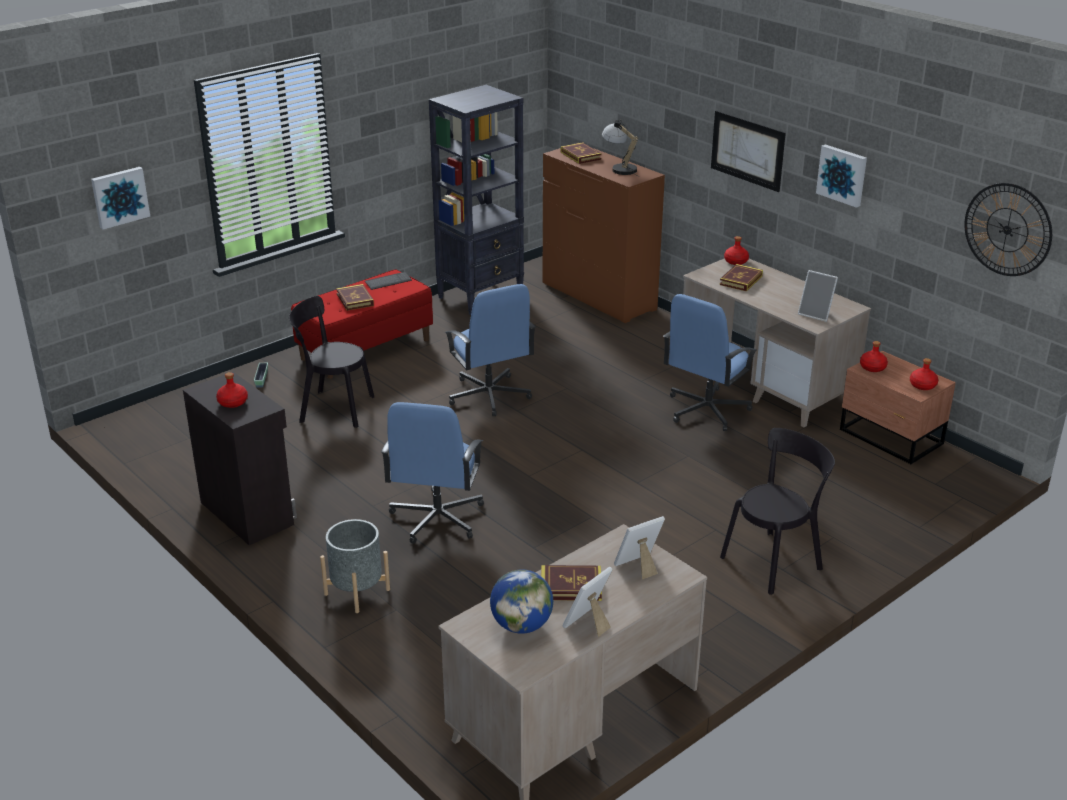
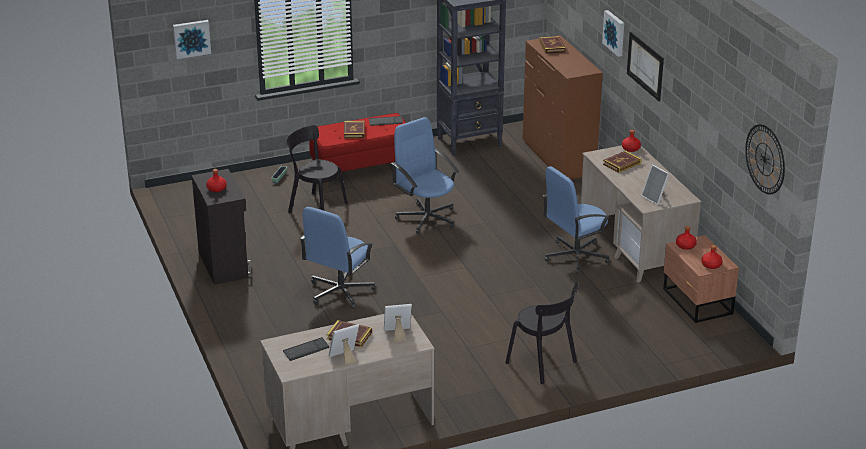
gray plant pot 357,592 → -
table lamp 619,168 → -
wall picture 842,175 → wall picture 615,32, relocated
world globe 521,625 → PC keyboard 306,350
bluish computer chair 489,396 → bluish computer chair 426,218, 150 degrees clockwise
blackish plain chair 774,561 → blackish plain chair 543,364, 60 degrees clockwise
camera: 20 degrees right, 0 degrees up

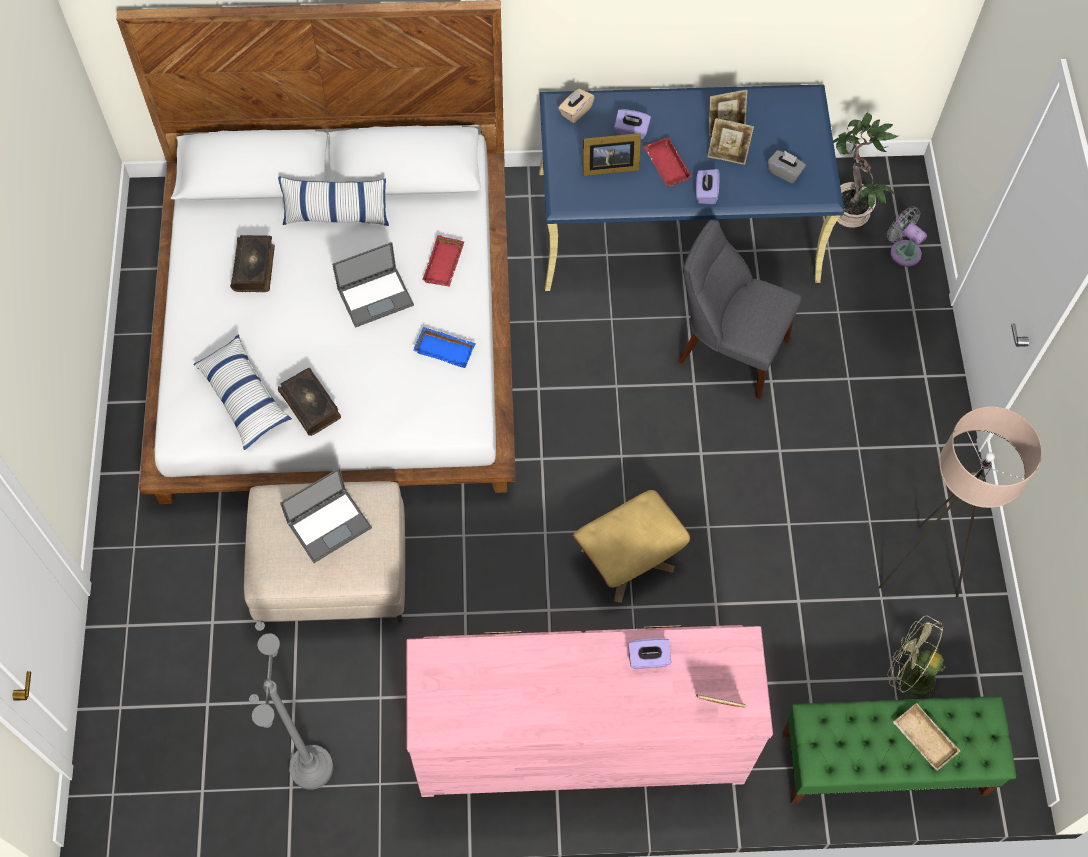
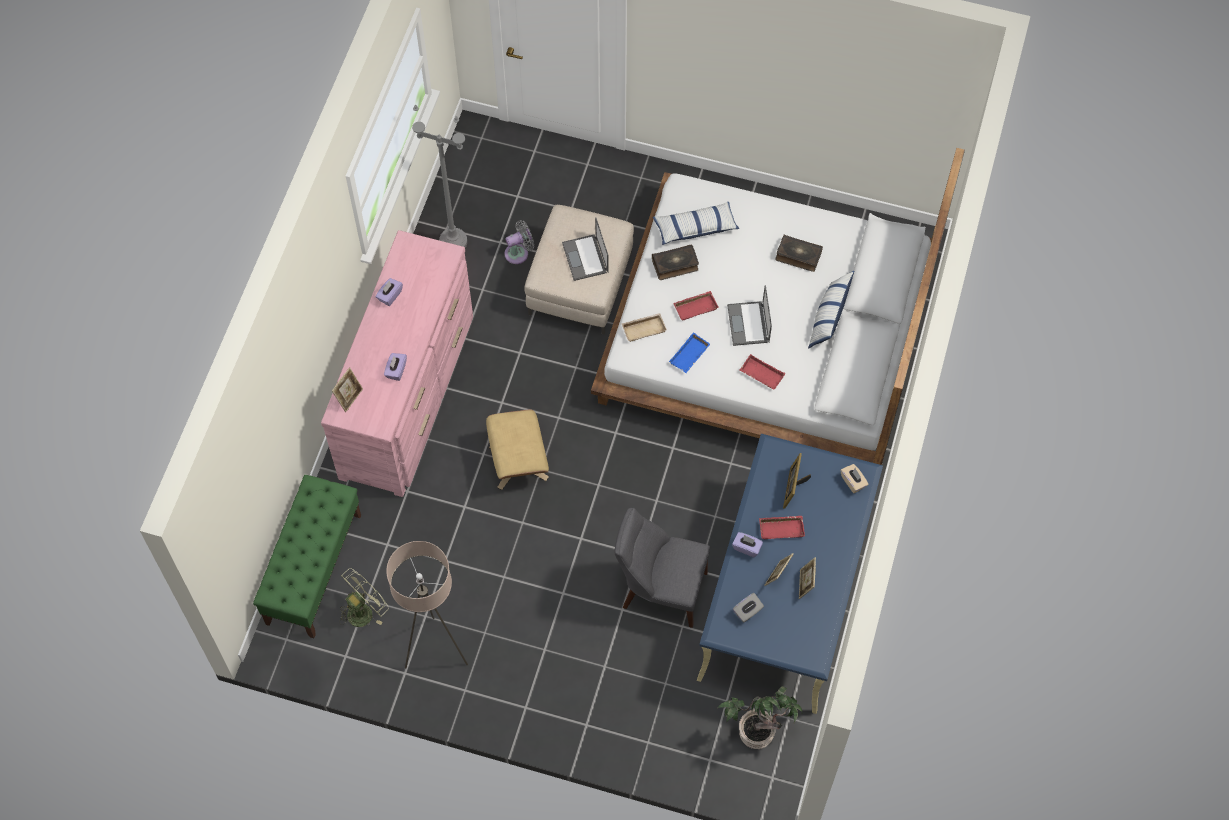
- → reddish serving tray 695,306
purplish box of tissues 631,131 → purplish box of tissues 390,296, relocated
gray cooling fan 902,251 → gray cooling fan 519,253, relocated
beige serving tray 922,739 → beige serving tray 644,328, relocated
gray plain chair 728,349 → gray plain chair 660,589, 120 degrees counterclockwise
camera: 110 degrees right, 0 degrees up

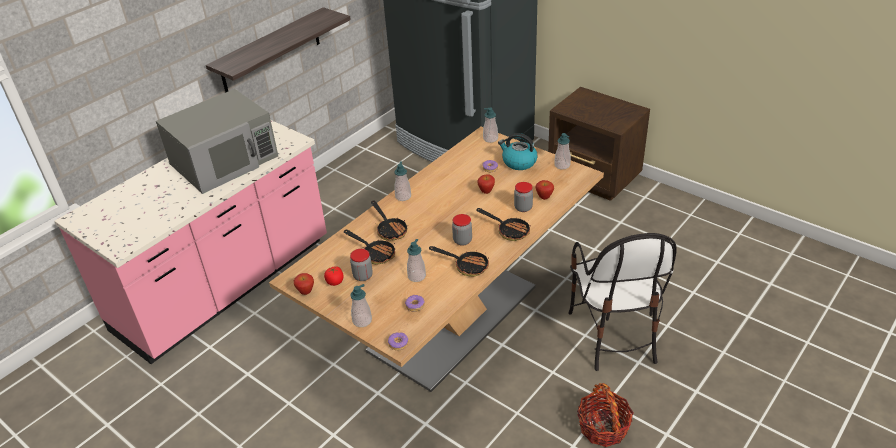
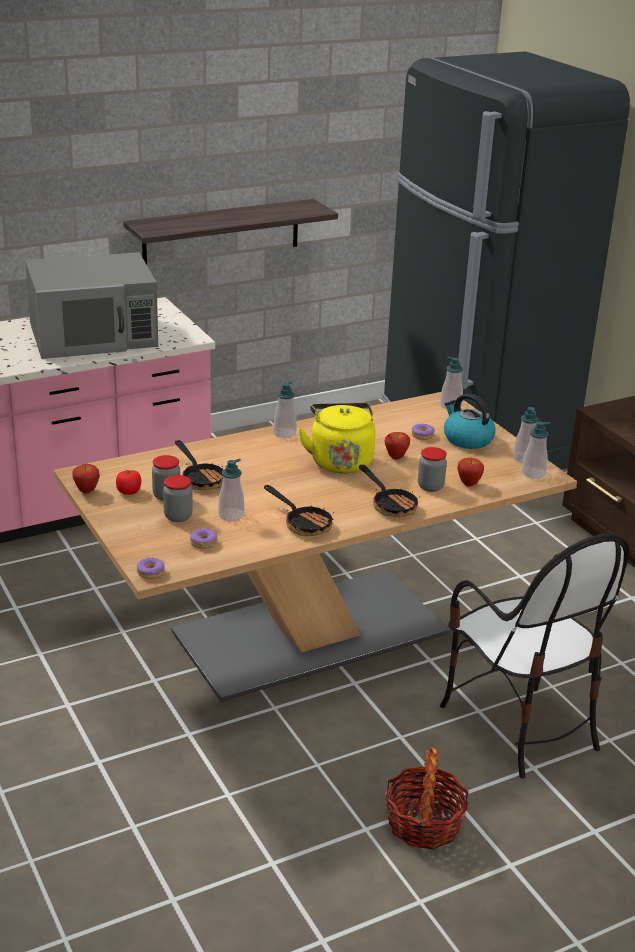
frying pan 390,229 → -
- → yellow-coloured tea kettle 340,460
liquid soap bottle 362,321 → liquid soap bottle 533,473, relocated
storage jar 462,241 → storage jar 178,516, relocated
plain chair 613,335 → plain chair 519,724, 45 degrees counterclockwise
camera: 20 degrees right, 10 degrees down

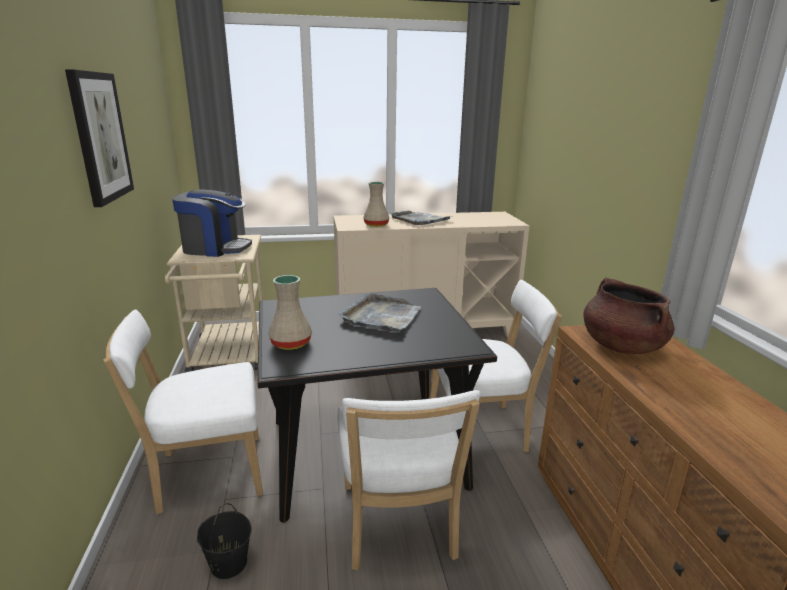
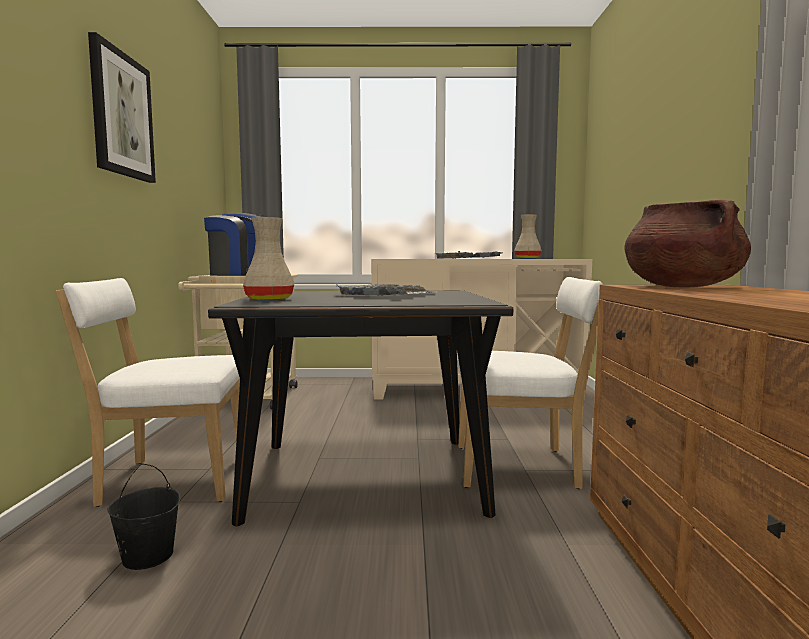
white-coloured plain chair 398,526 → -
beige flower vase 376,225 → beige flower vase 527,258, relocated
camera: 10 degrees right, 15 degrees down

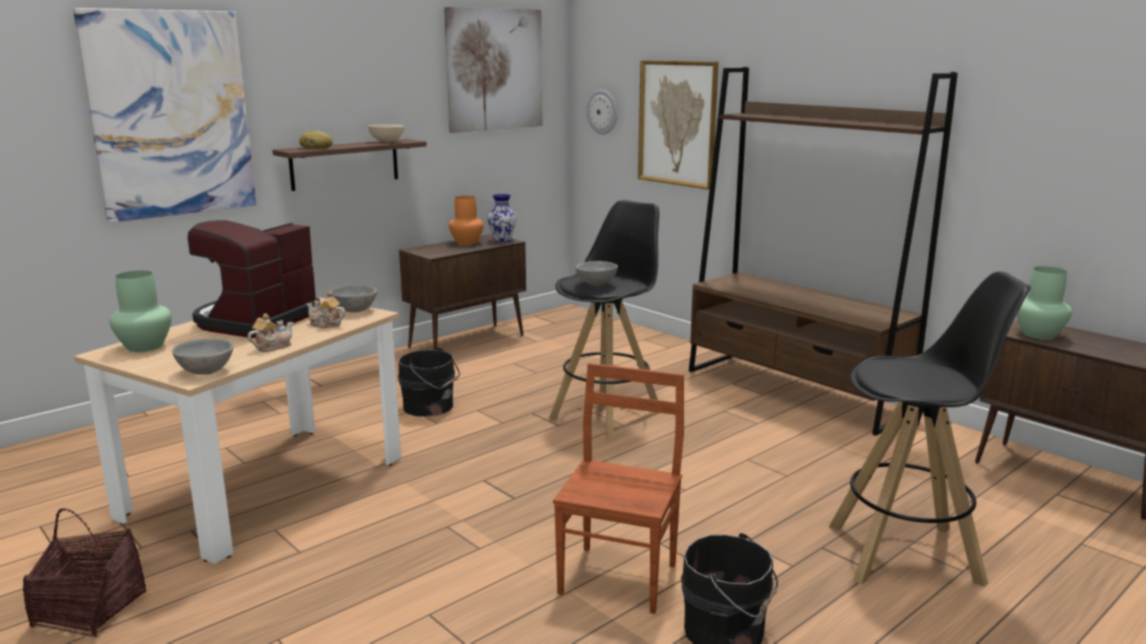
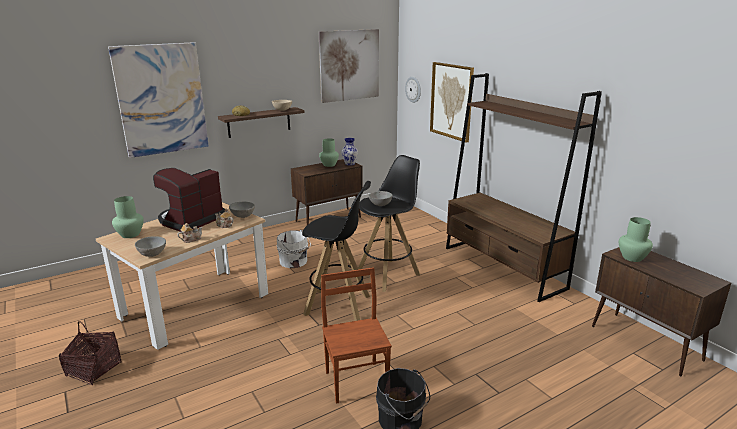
blackish stool 906,554 → blackish stool 338,305, relocated
blackish bucket 430,407 → white-coloured bucket 294,262
orange-coloured flower vase 467,243 → greenish flower vase 329,165
brownish plain chair 620,578 → brownish plain chair 357,381, 45 degrees counterclockwise
camera: 10 degrees right, 5 degrees up

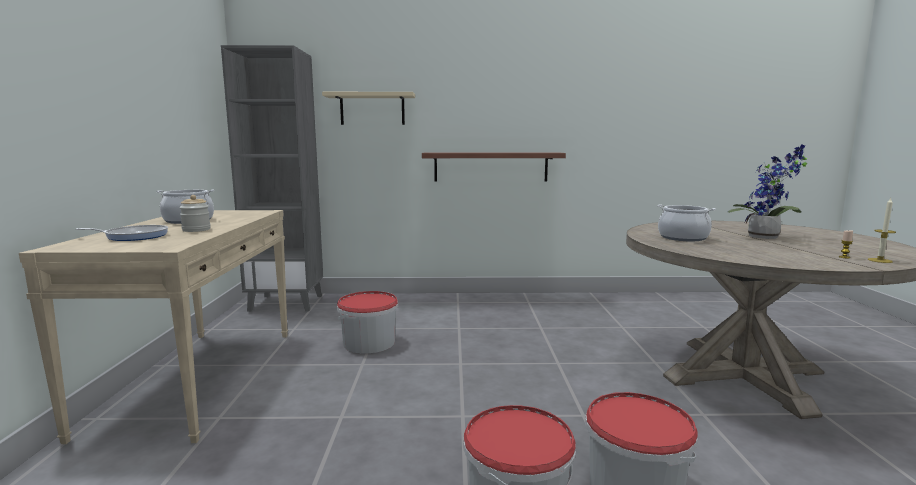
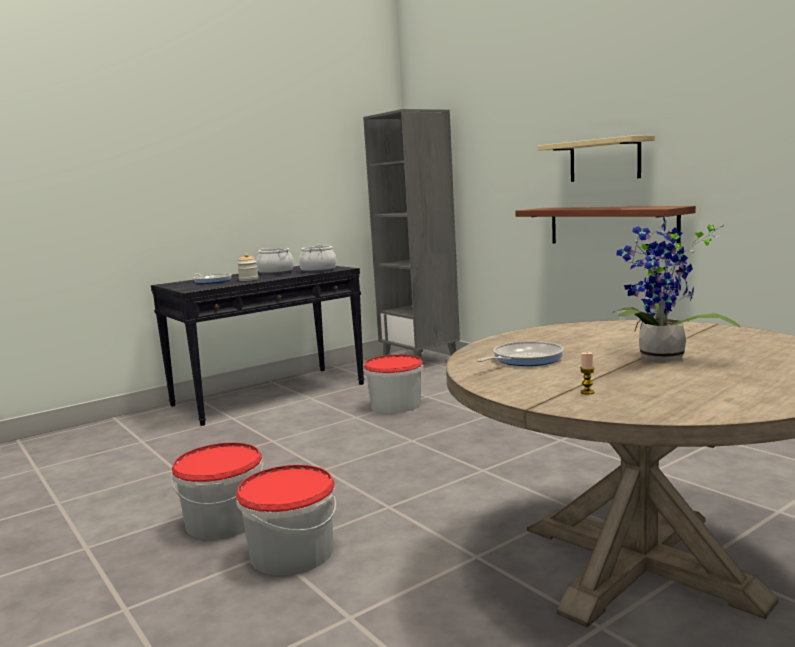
wax light 880,260 → -
- → frying pan 524,359
beige shelf 372,109 → beige shelf 604,160, relocated
cooking pot 683,238 → cooking pot 318,270, relocated
beige hall table 198,377 → blackish hall table 270,394
camera: 55 degrees right, 0 degrees up

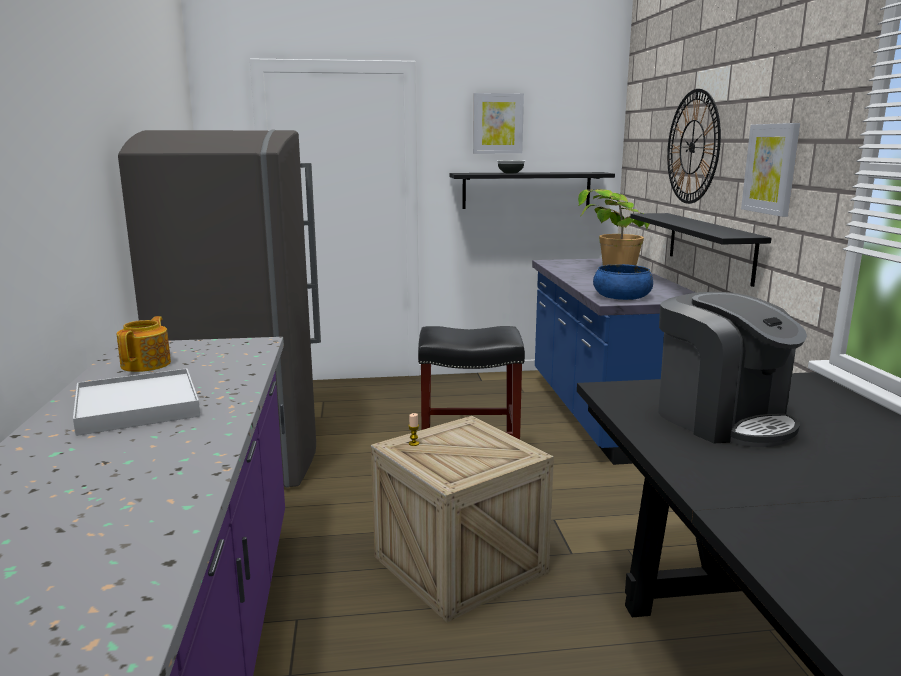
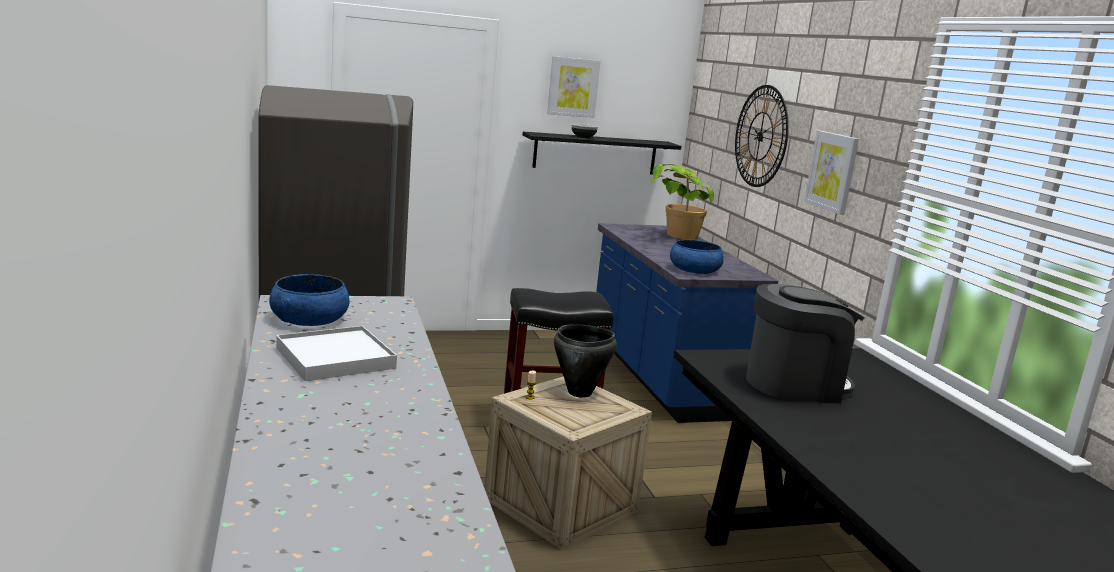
blackish shelf 710,246 → -
- → blackish cooking pot 580,393
tea pot 147,364 → bluish deep dish 309,318
coffee brewer 722,419 → coffee brewer 795,384, 60 degrees counterclockwise
camera: 10 degrees left, 0 degrees up

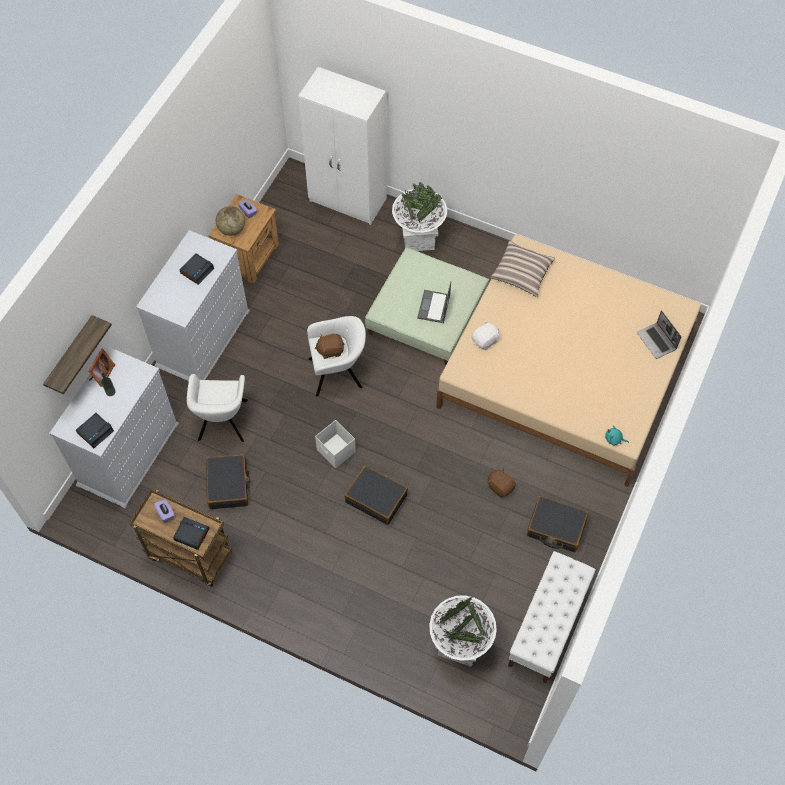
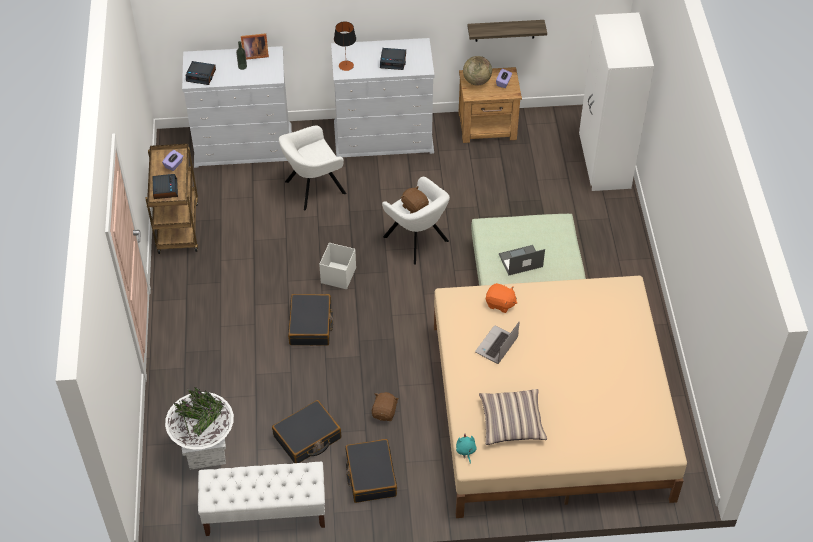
white-coloured plant pot 418,238 → -
- → table lamp 346,65
shelf 70,355 → shelf 505,30, relocated
blackish travel case 228,485 → blackish travel case 307,437, relocated
pillow 522,272 → pillow 511,421, relocated
notebook computer 657,341 → notebook computer 496,346, relocated
white-coloured cuddly toy 485,341 → orange-coloured cuddly toy 500,304
camera: 60 degrees right, 10 degrees down

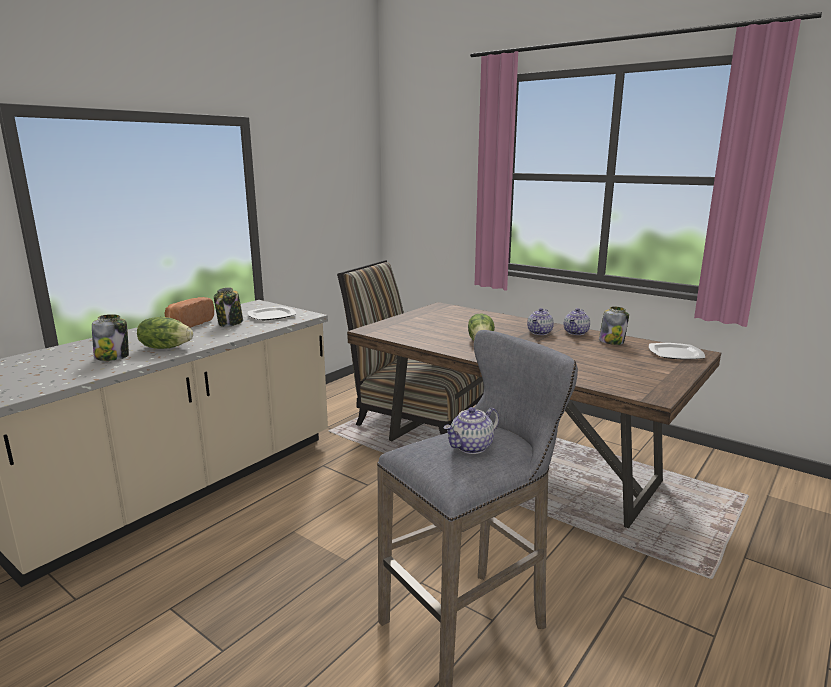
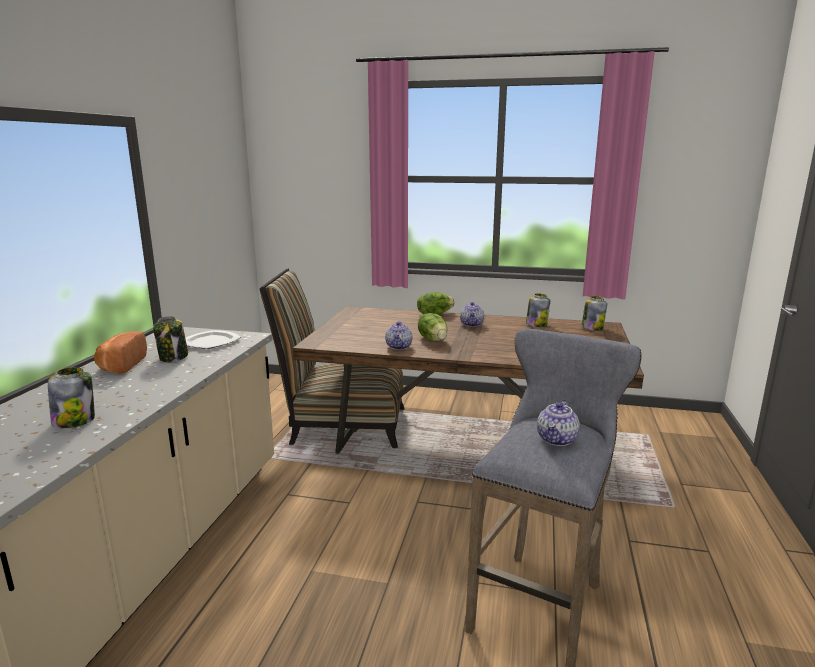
head of lettuce 165,347 → head of lettuce 434,314, relocated
tea pot 576,333 → tea pot 399,347, relocated
plate 675,353 → storage jar 592,328
camera: 25 degrees left, 0 degrees up

